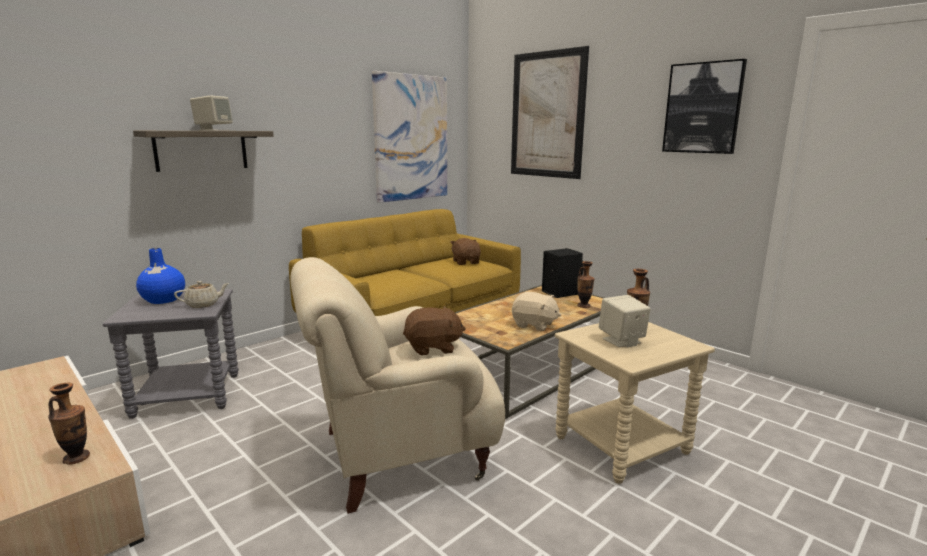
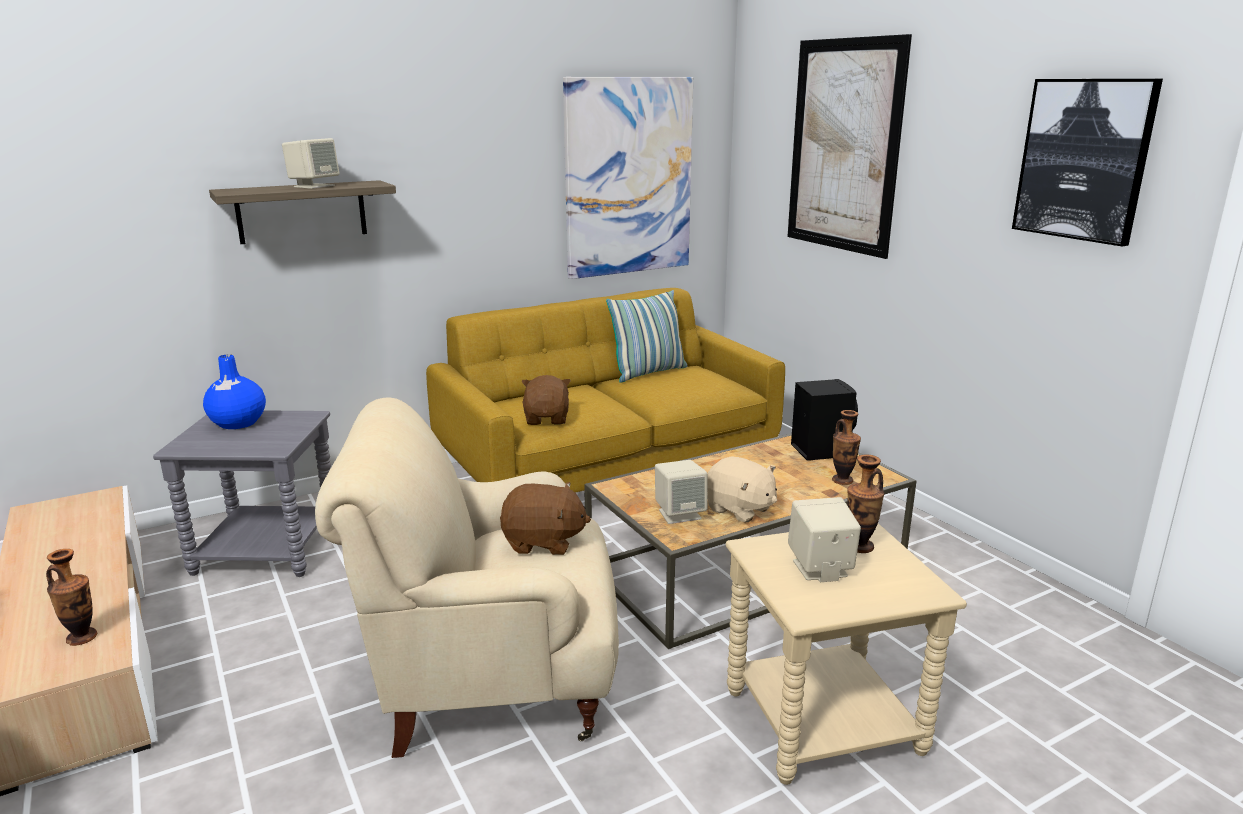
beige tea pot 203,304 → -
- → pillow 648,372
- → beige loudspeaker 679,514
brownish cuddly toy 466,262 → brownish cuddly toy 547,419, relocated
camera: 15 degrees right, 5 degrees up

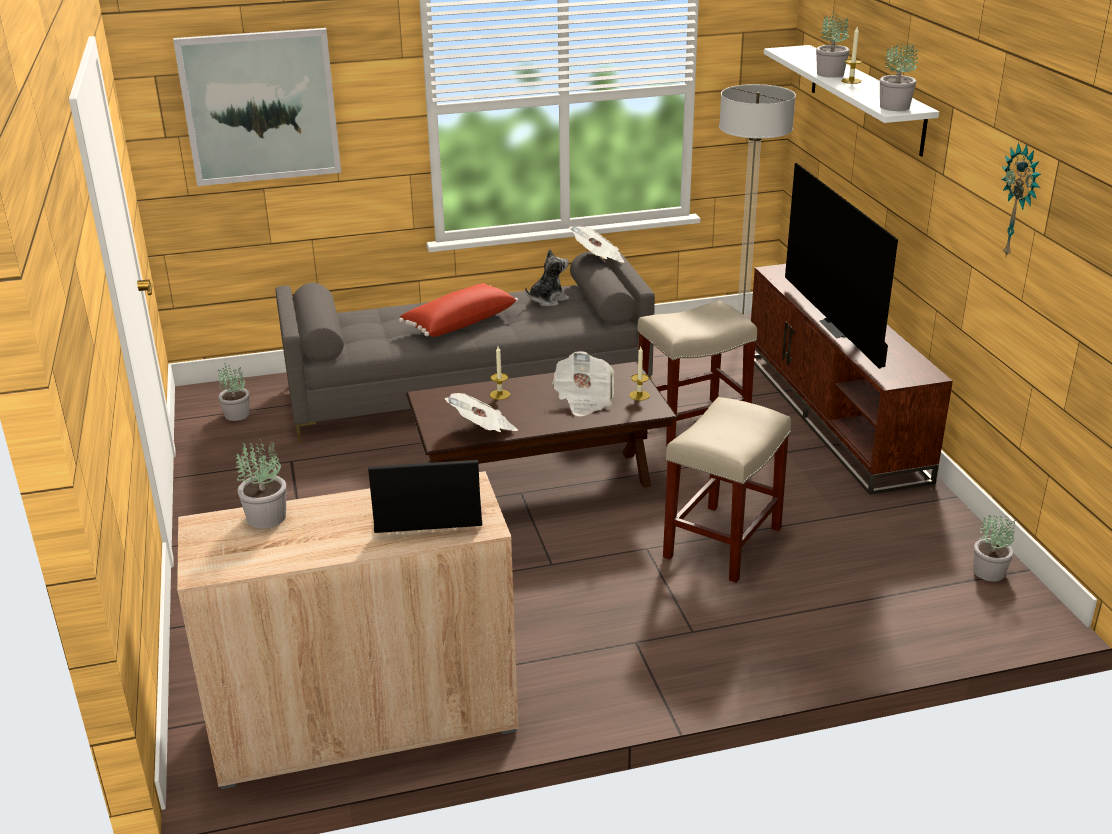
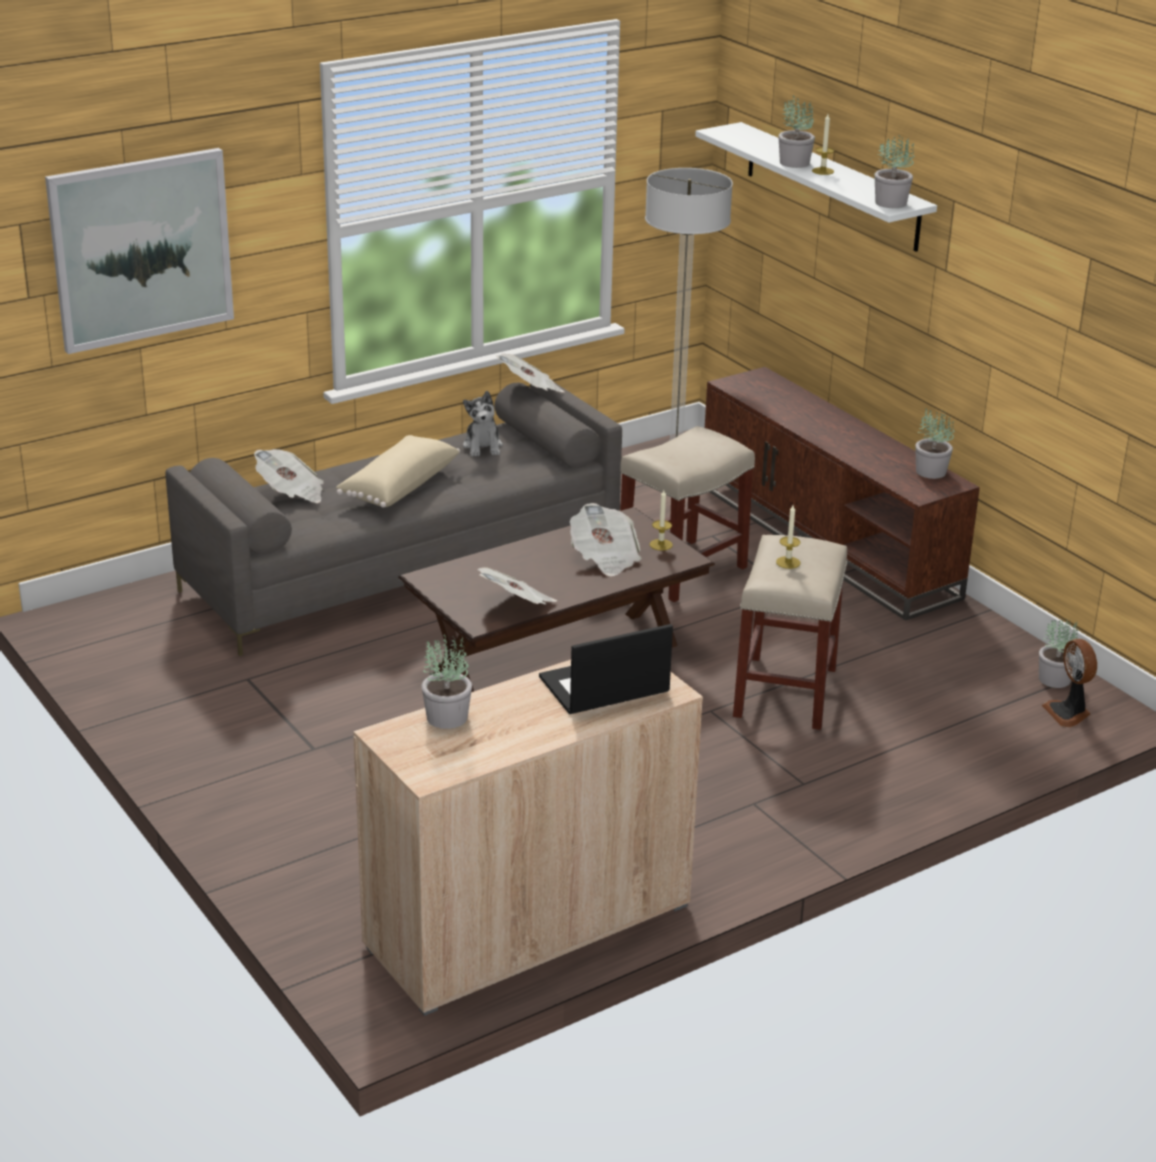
television 840,328 → -
clock on the wall 1020,201 → -
- → newspaper 291,493
- → cooling fan 1068,713
potted plant 236,414 → potted plant 930,472, relocated
wax light 500,394 → wax light 788,562, relocated
reddish pillow 459,322 → beige pillow 398,486
cuddly toy 547,300 → cuddly toy 483,446, 135 degrees clockwise
camera: 20 degrees left, 0 degrees up

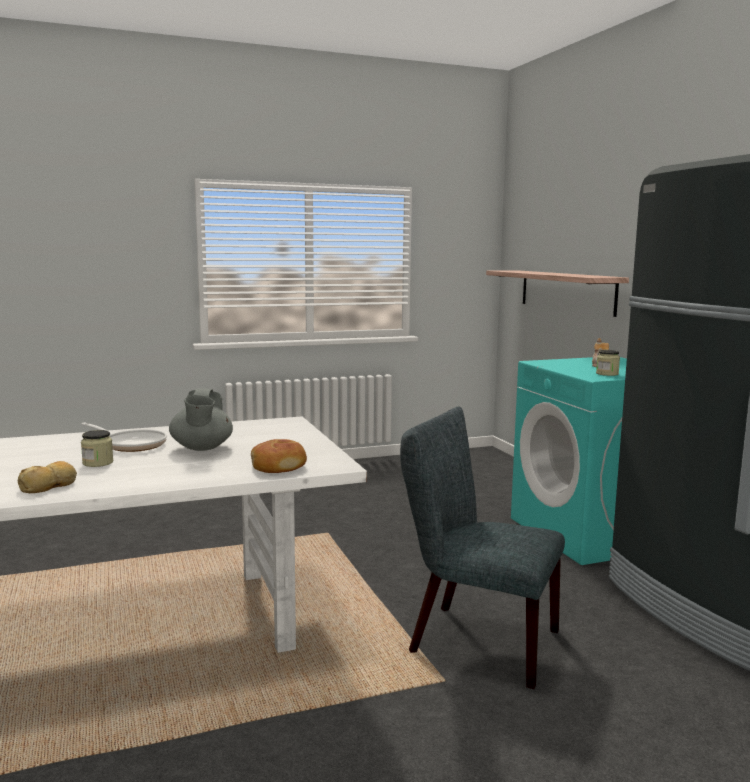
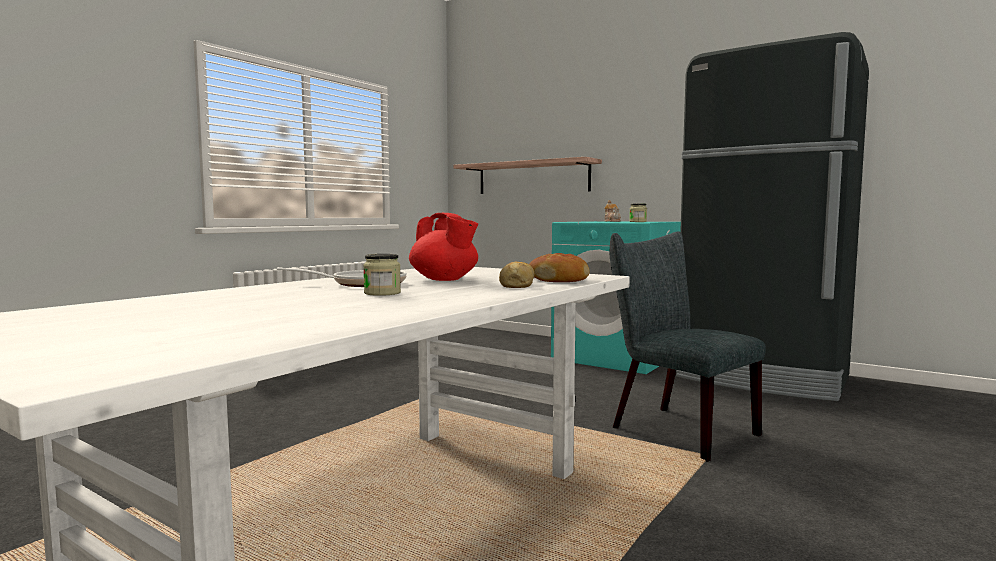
baked bread 49,486 → baked bread 517,284, relocated
gray tea pot 201,448 → reddish tea pot 445,280
gray plain chair 474,640 → gray plain chair 675,429, 60 degrees clockwise
camera: 35 degrees left, 5 degrees down

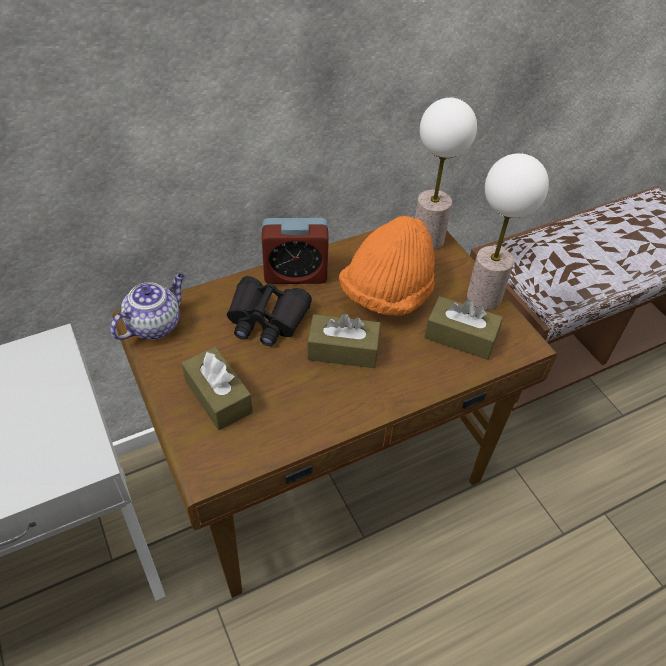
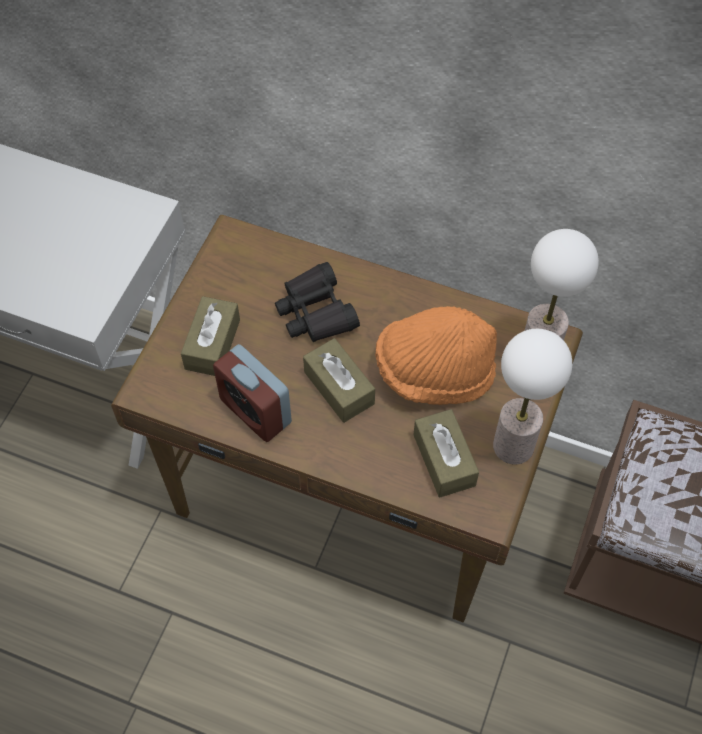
tea pot 155,324 → -
table clock 295,274 → table clock 255,411, relocated
camera: 50 degrees right, 10 degrees up

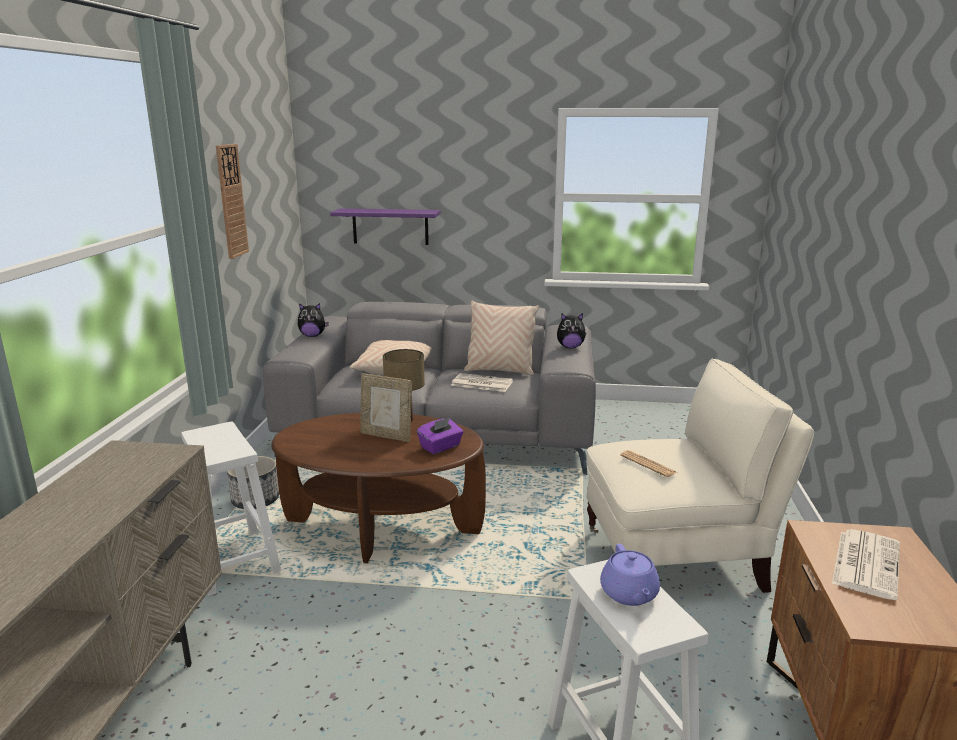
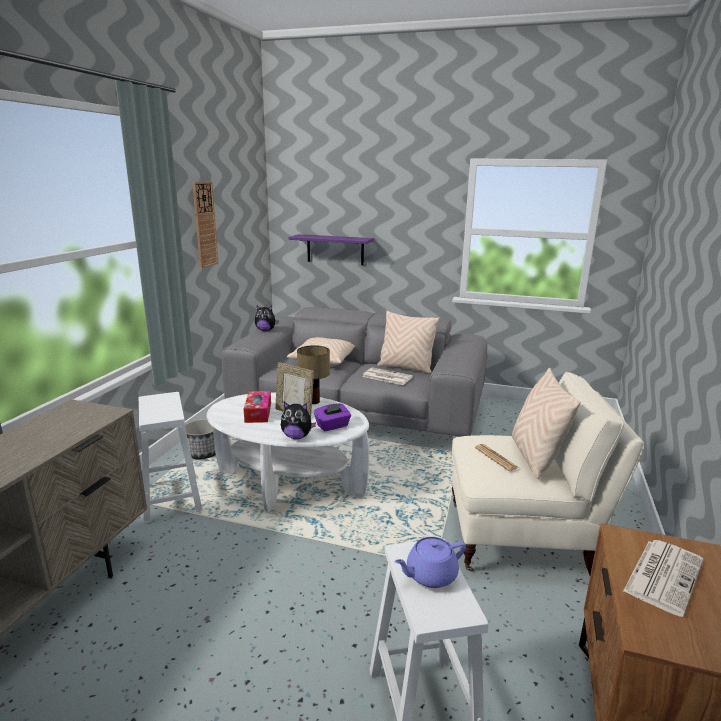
- → box of tissues 258,413
- → beige pillow 535,457
cuddly toy 570,347 → cuddly toy 297,436, relocated
brownish coffee table 382,528 → white-coloured coffee table 289,484
purplish tea pot 629,594 → purplish tea pot 430,575, 60 degrees clockwise
camera: 10 degrees right, 0 degrees up

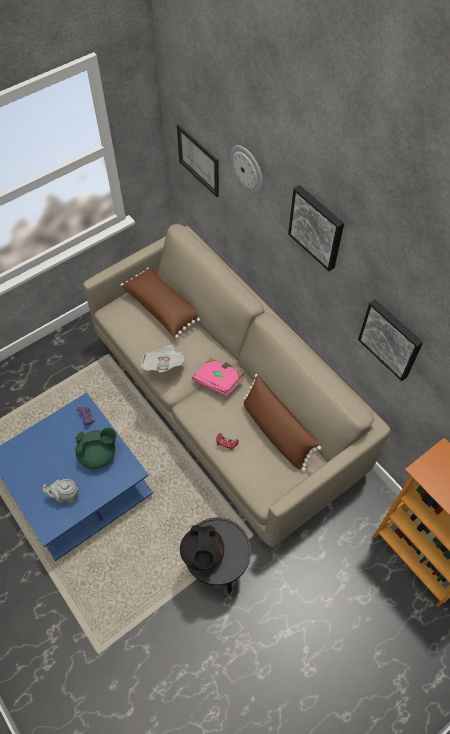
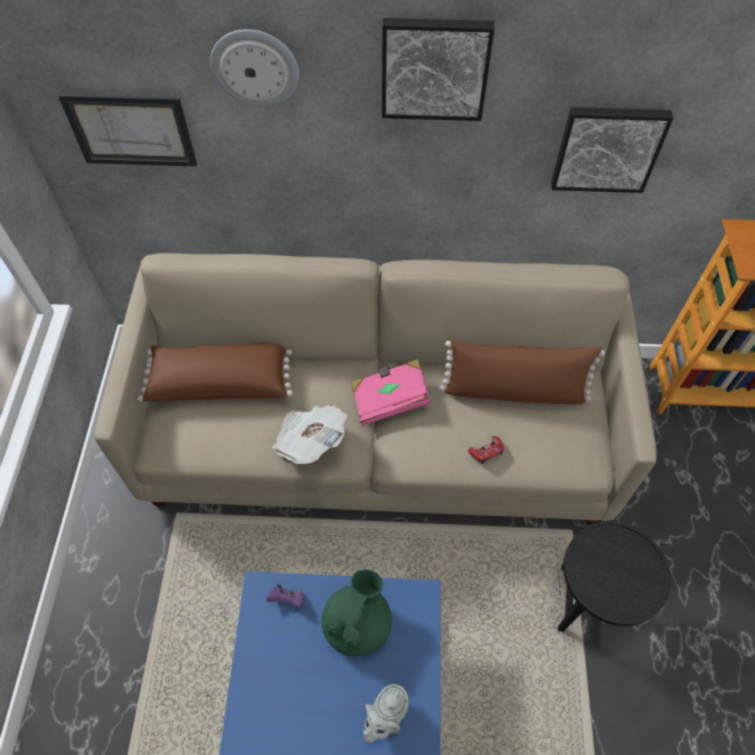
blackish tea pot 202,553 → -
camera: 50 degrees left, 0 degrees up

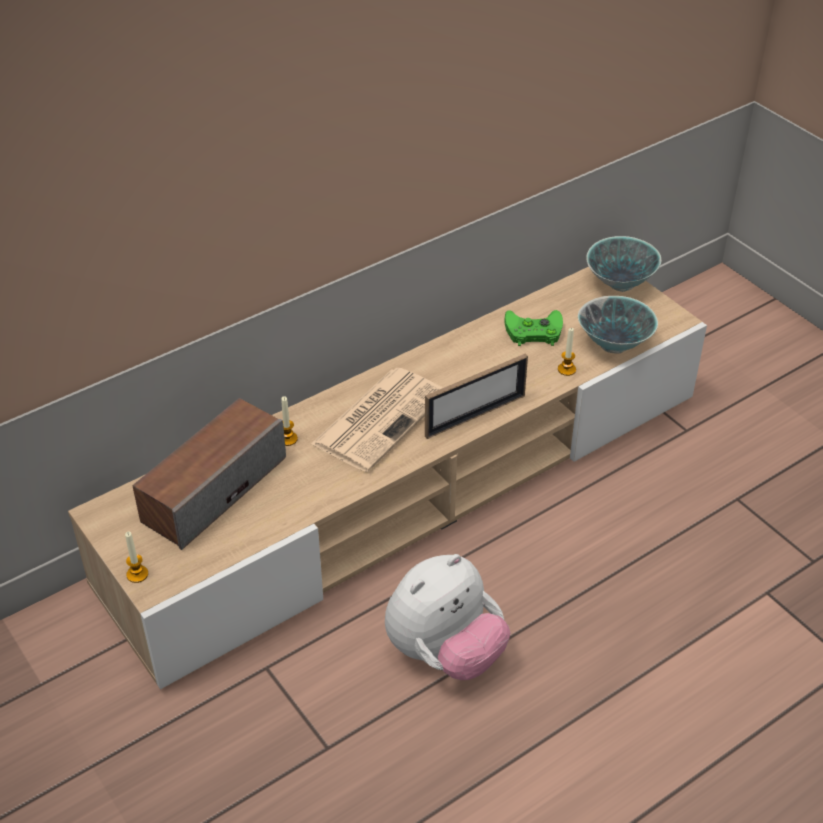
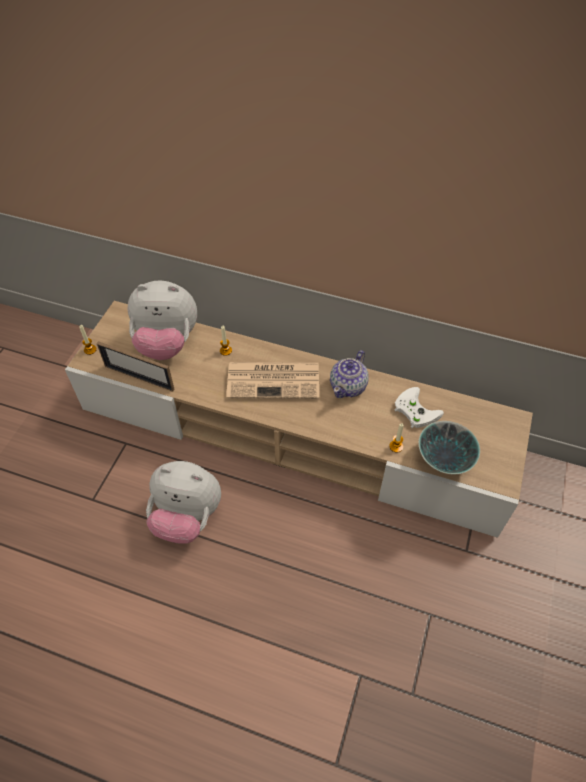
deep dish 620,283 → -
- → tea pot 348,386
standing frame 475,416 → standing frame 139,378, relocated
loudspeaker 213,489 → cuddly toy 167,343
greenish joypad 532,331 → white-coloured joypad 414,410
camera: 55 degrees right, 10 degrees up

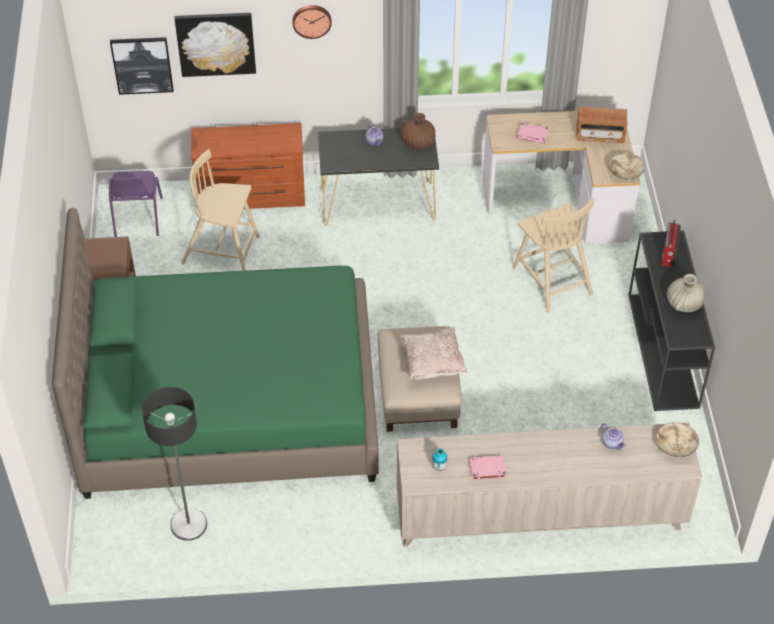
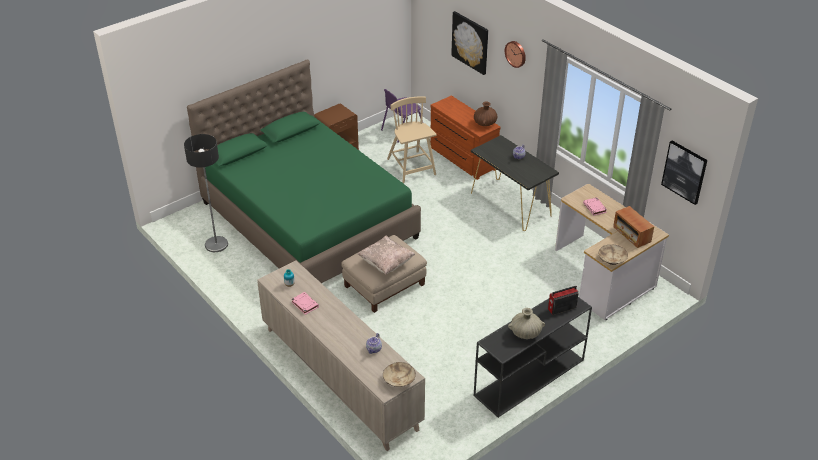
beige plain chair 551,280 → -
wall picture 142,64 → wall picture 684,172, relocated
brownish flower vase 417,142 → brownish flower vase 485,123, relocated
camera: 55 degrees right, 10 degrees down

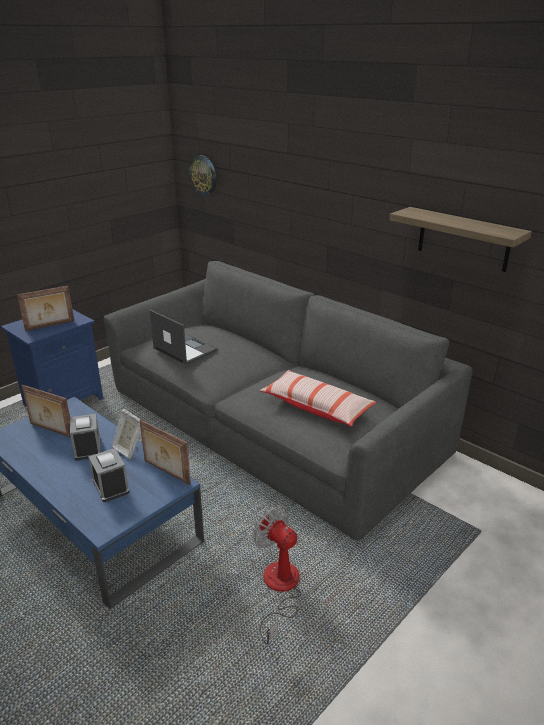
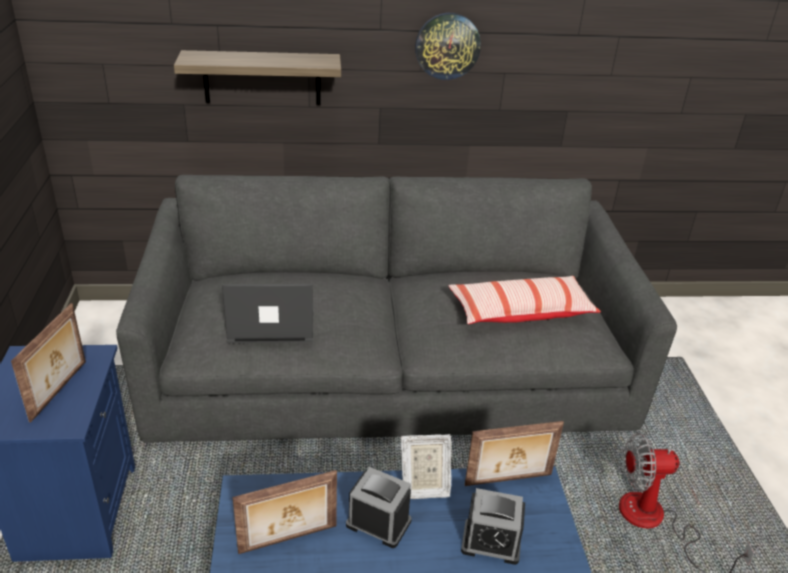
clock on the wall 203,175 → clock on the wall 447,46, relocated
shelf 463,239 → shelf 262,78, relocated
camera: 50 degrees left, 5 degrees up

